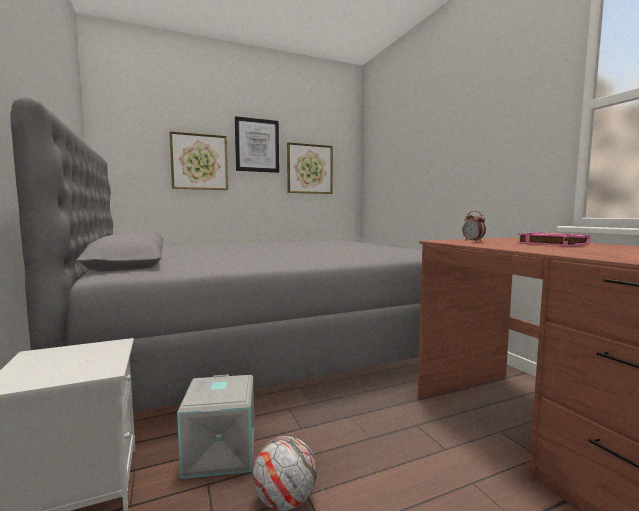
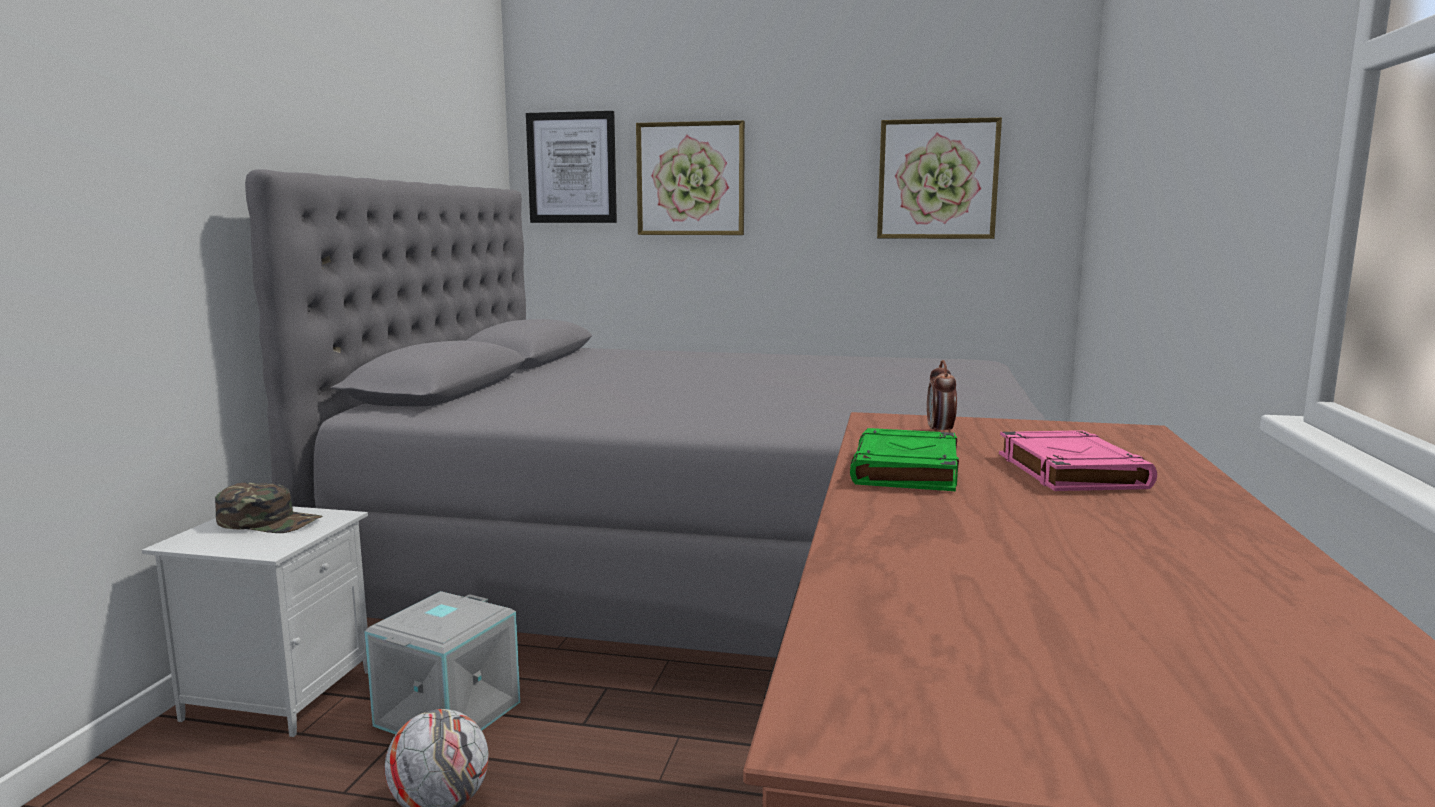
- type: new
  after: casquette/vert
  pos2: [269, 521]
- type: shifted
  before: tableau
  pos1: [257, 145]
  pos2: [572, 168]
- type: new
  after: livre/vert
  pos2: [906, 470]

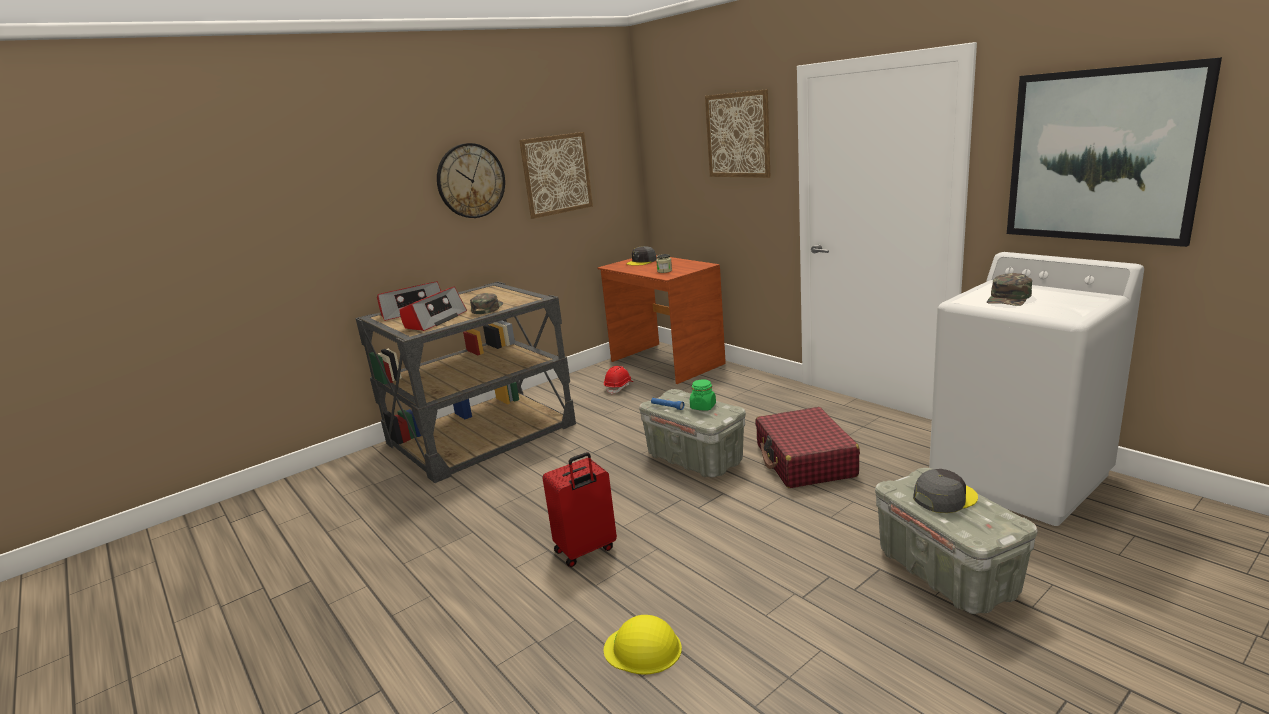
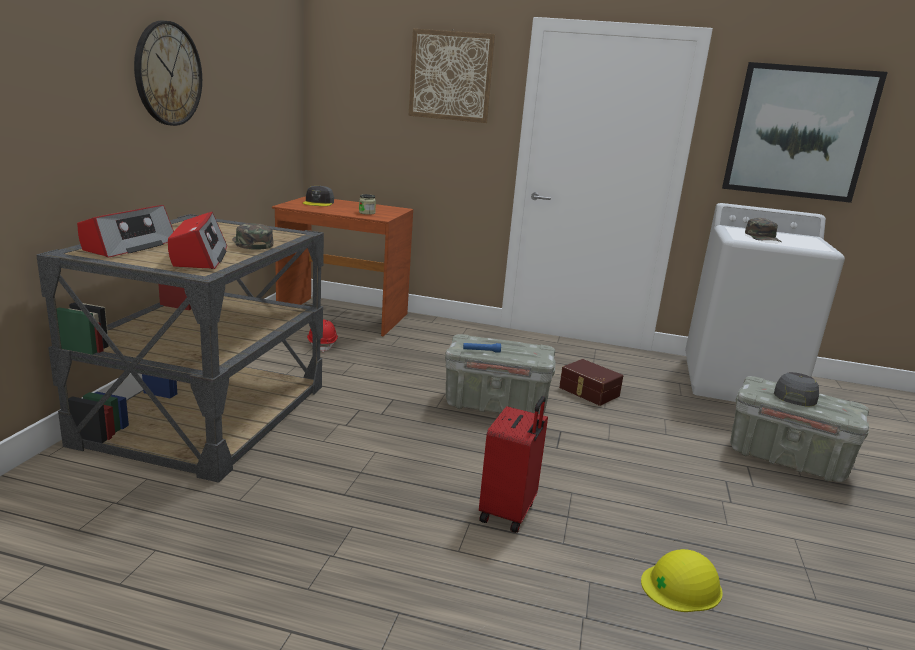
- type: swapped
  before: valise/rouge
  after: boîte de rangement/marron
  pos1: [805, 461]
  pos2: [588, 392]
- type: gone
  before: tableau
  pos1: [556, 173]
- type: gone
  before: bocal/vert
  pos1: [703, 406]

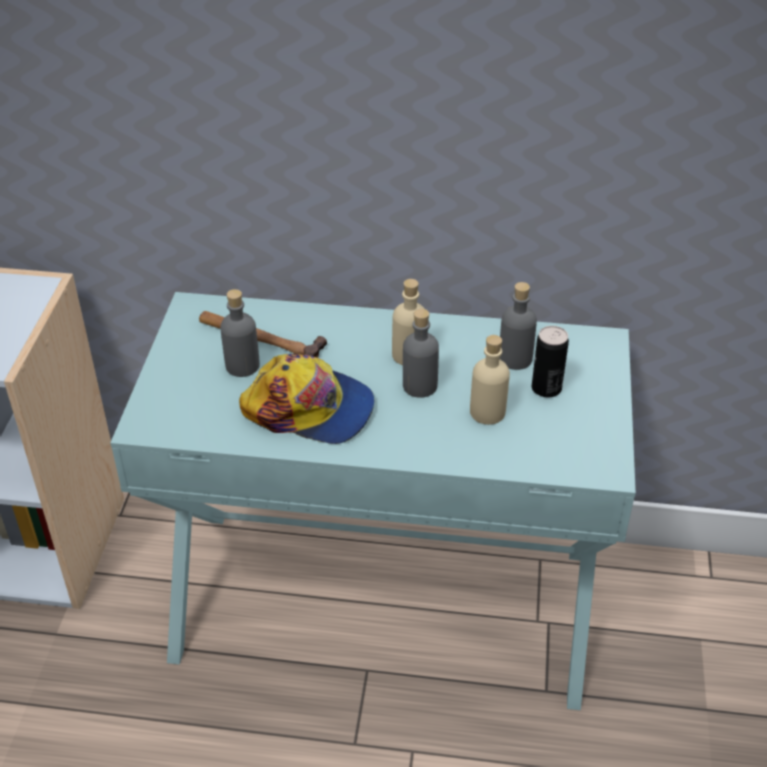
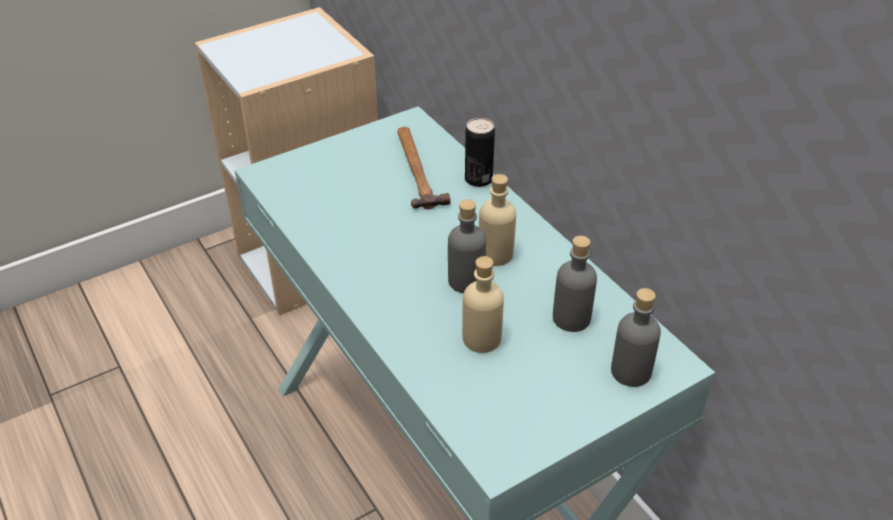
- type: shifted
  before: boîte métallique
  pos1: [546, 388]
  pos2: [478, 179]
- type: shifted
  before: bouteille/gris
  pos1: [242, 365]
  pos2: [630, 371]
- type: gone
  before: casquette
  pos1: [310, 408]

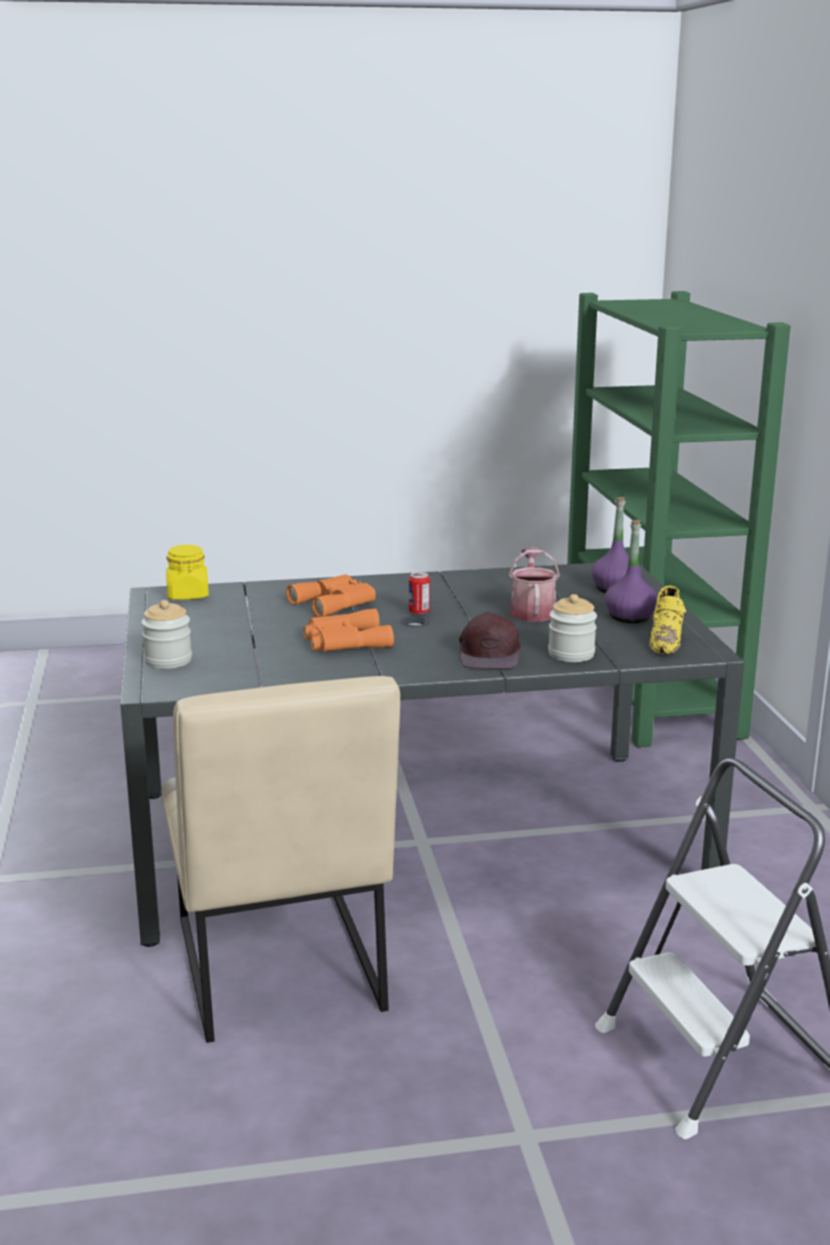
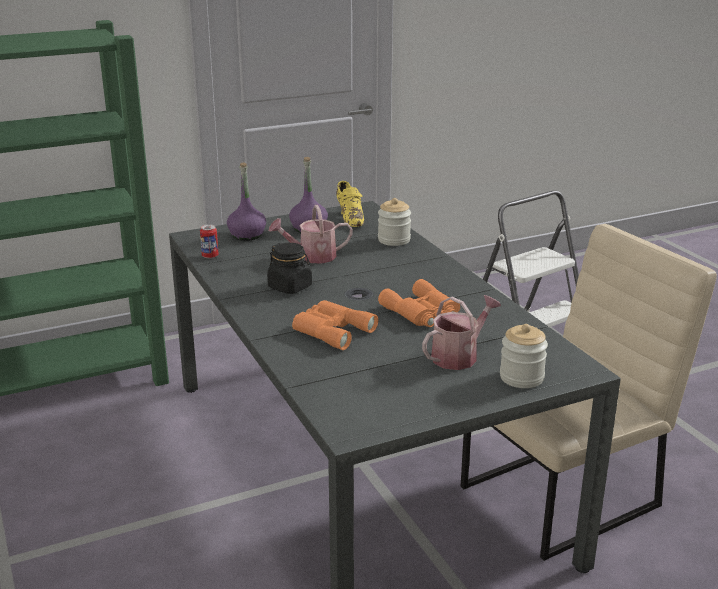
- type: shifted
  before: boîte métallique
  pos1: [419, 612]
  pos2: [210, 256]
- type: new
  after: bocal/noir
  pos2: [290, 287]
- type: rotated
  before: chaussure/jaune
  pos1: [666, 640]
  pos2: [350, 218]
  turn: 75
- type: new
  after: arrosoir
  pos2: [459, 356]
- type: gone
  before: bocal/jaune
  pos1: [188, 595]
- type: gone
  before: casquette/marron
  pos1: [491, 654]

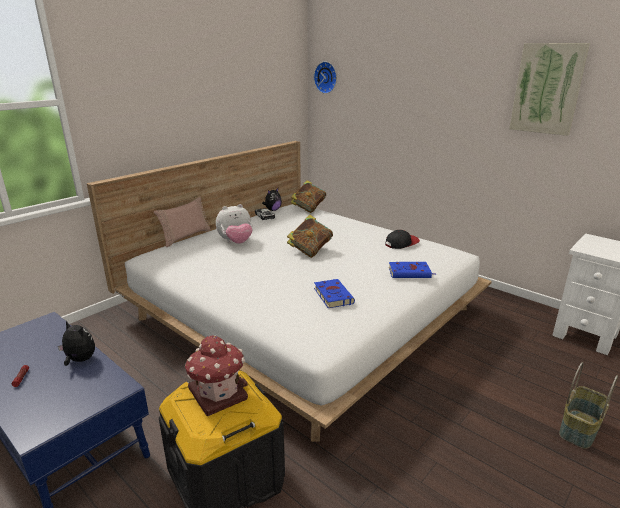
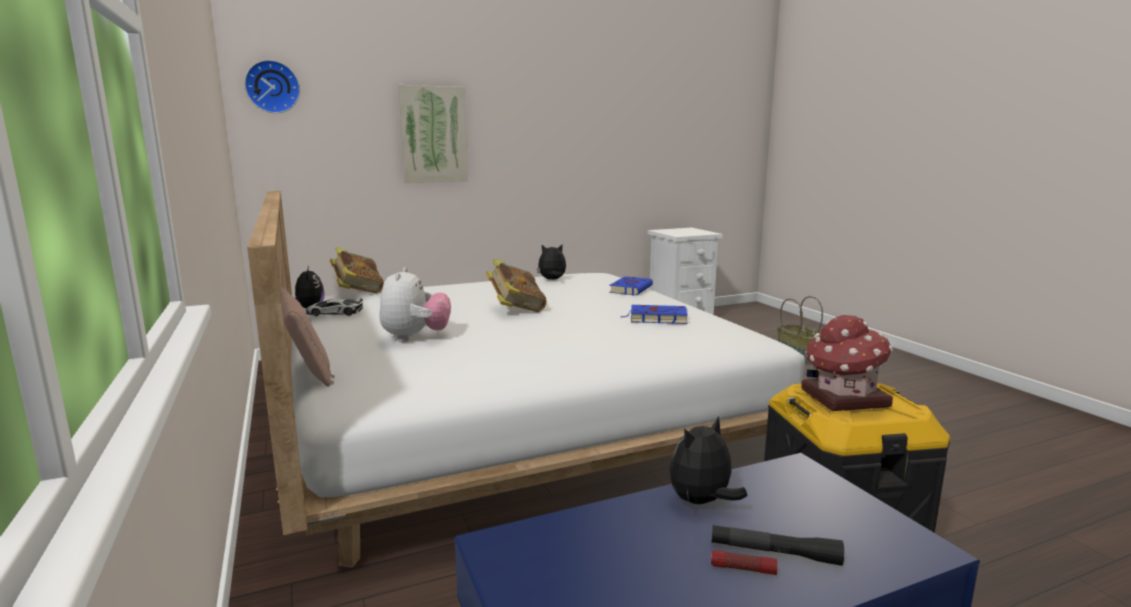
- type: shifted
  before: tableau
  pos1: [547, 89]
  pos2: [433, 134]
- type: swapped
  before: casquette
  after: peluche
  pos1: [402, 243]
  pos2: [552, 280]
- type: new
  after: lampe de poche/noir
  pos2: [774, 553]

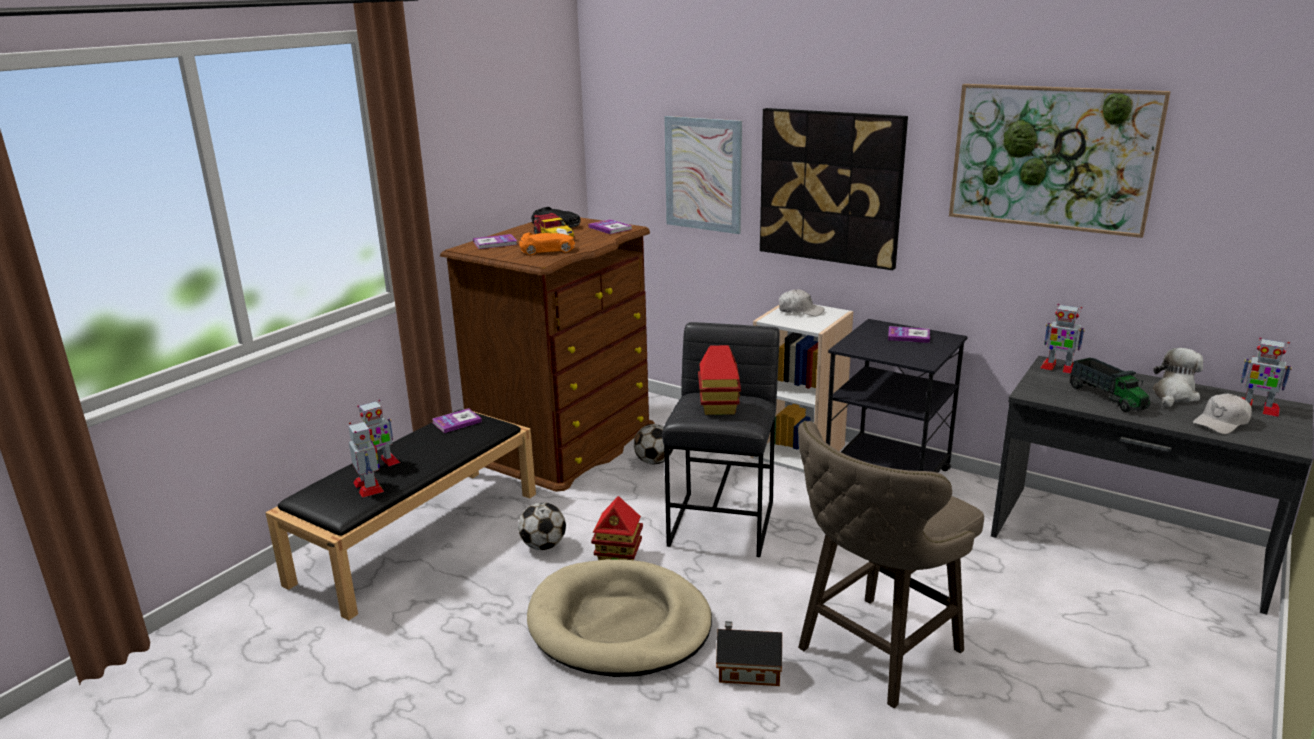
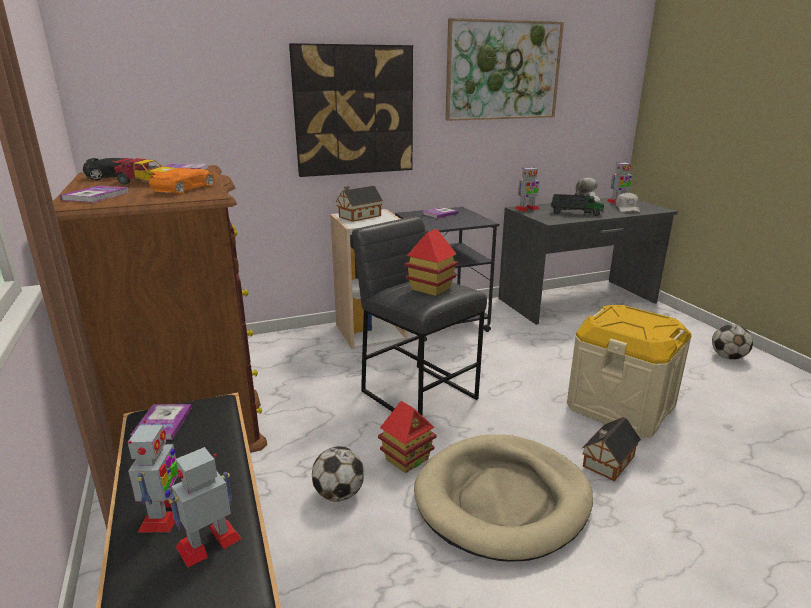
- type: rotated
  before: robot jouet
  pos1: [369, 487]
  pos2: [209, 542]
  turn: -45
- type: swapped
  before: casquette/blanc
  after: maison miniature
  pos1: [800, 311]
  pos2: [358, 216]
- type: swapped
  before: tabouret/beige
  after: boîte de rangement/beige
  pos1: [875, 653]
  pos2: [620, 406]
- type: shifted
  before: ballon de foot
  pos1: [654, 461]
  pos2: [728, 357]
- type: gone
  before: tableau
  pos1: [703, 174]

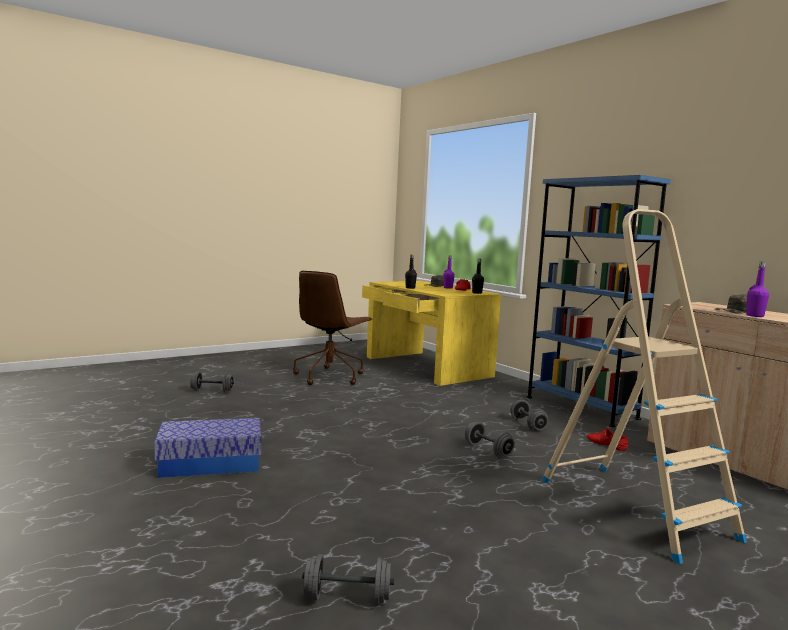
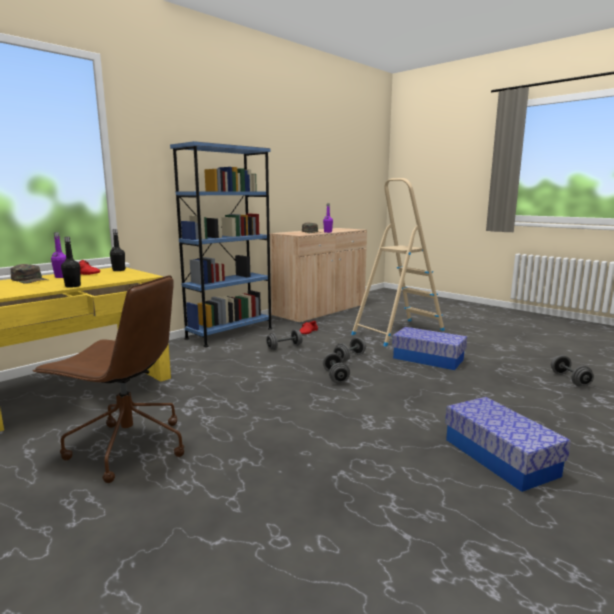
- type: shifted
  before: haltère/gris
  pos1: [212, 391]
  pos2: [335, 377]
- type: new
  after: boîte de rangement
  pos2: [428, 359]

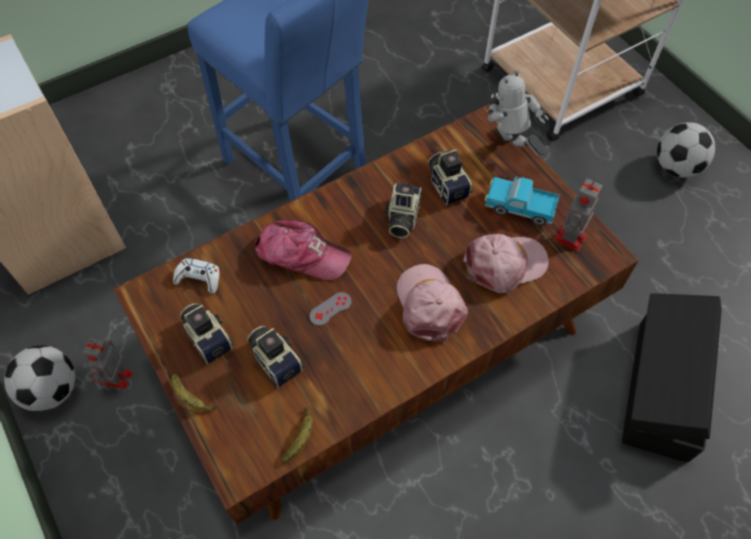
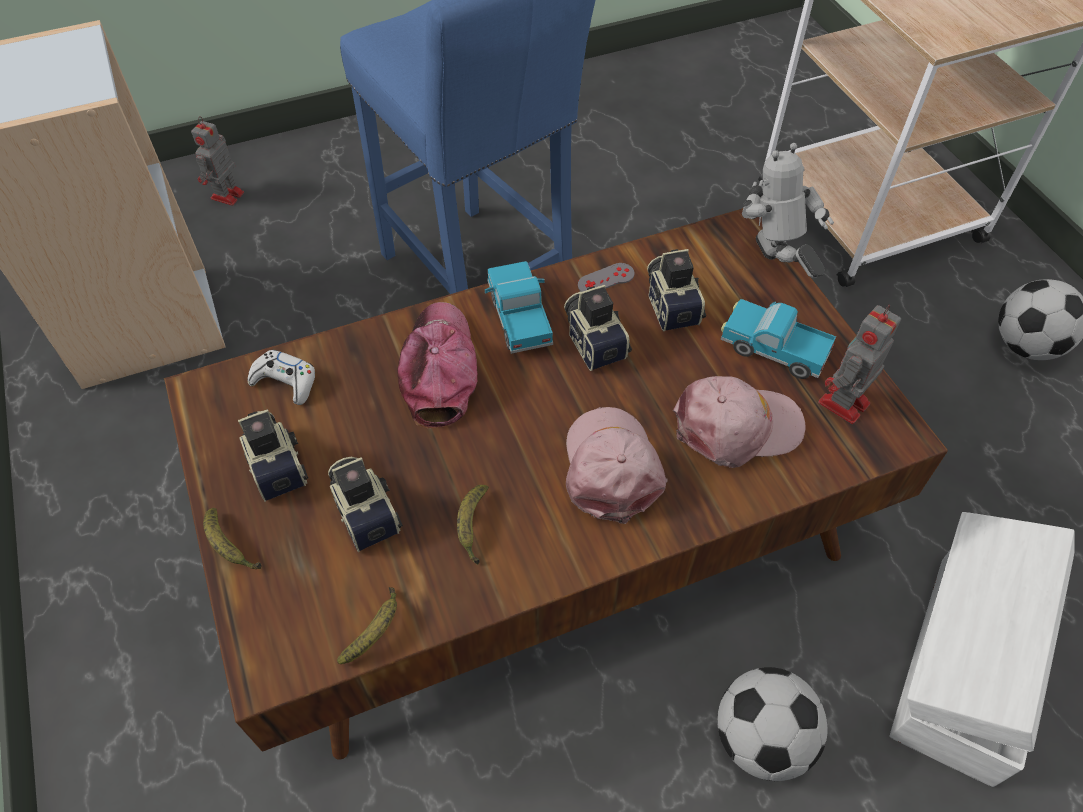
- type: shifted
  before: robot jouet
  pos1: [117, 379]
  pos2: [226, 196]
- type: rotated
  before: casquette
  pos1: [302, 254]
  pos2: [439, 370]
  turn: -120
- type: new
  after: banane
  pos2: [472, 526]
- type: new
  after: camion jouet
  pos2: [519, 318]
- type: rotated
  before: appareil photo
  pos1: [401, 218]
  pos2: [594, 341]
  turn: 135
- type: shifted
  before: manette/gris
  pos1: [330, 309]
  pos2: [606, 279]
- type: shifted
  before: ballon de foot
  pos1: [52, 390]
  pos2: [760, 738]
- type: repainted
  before: boîte de rangement/noir
  after: boîte de rangement/blanc
  pos1: [659, 390]
  pos2: [961, 665]

